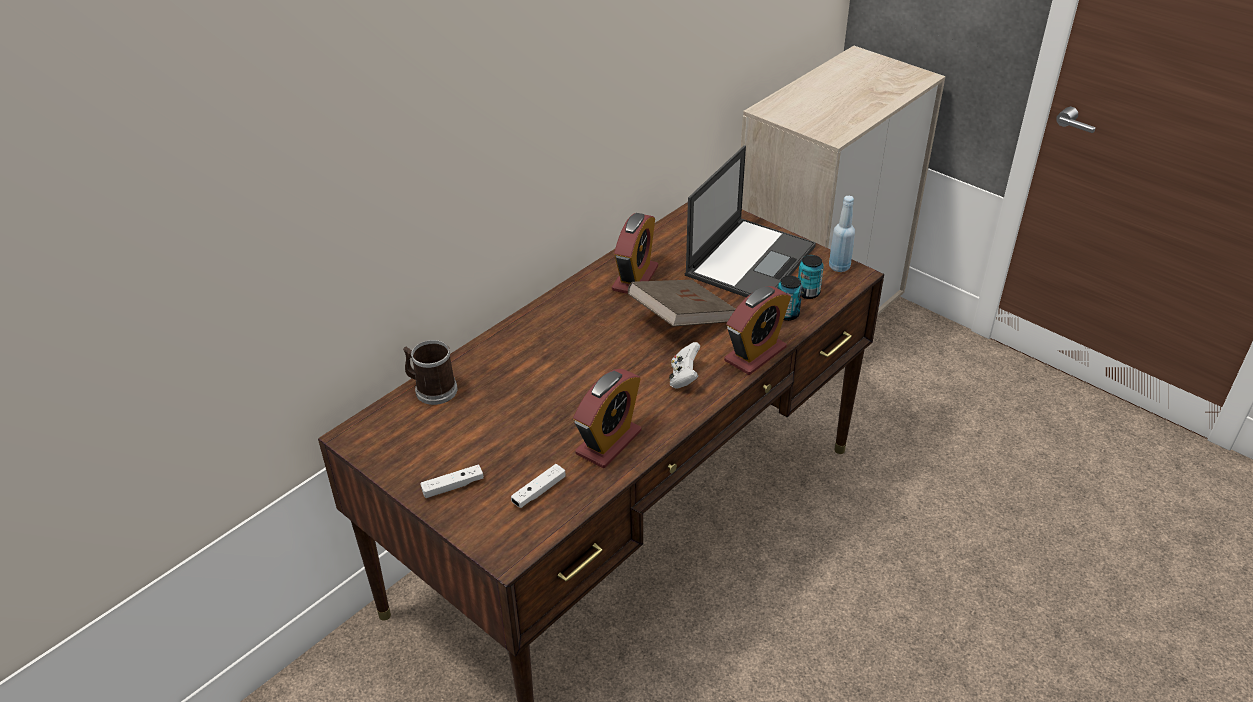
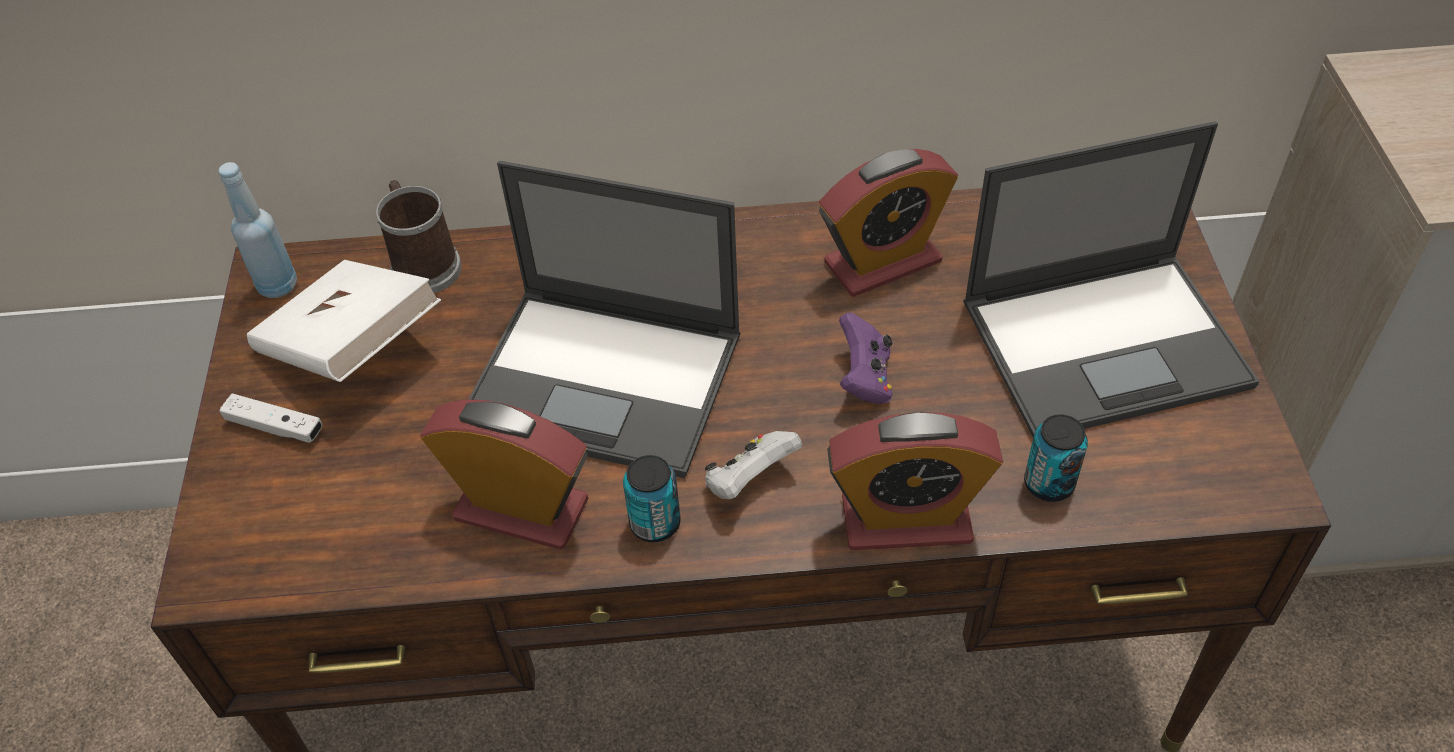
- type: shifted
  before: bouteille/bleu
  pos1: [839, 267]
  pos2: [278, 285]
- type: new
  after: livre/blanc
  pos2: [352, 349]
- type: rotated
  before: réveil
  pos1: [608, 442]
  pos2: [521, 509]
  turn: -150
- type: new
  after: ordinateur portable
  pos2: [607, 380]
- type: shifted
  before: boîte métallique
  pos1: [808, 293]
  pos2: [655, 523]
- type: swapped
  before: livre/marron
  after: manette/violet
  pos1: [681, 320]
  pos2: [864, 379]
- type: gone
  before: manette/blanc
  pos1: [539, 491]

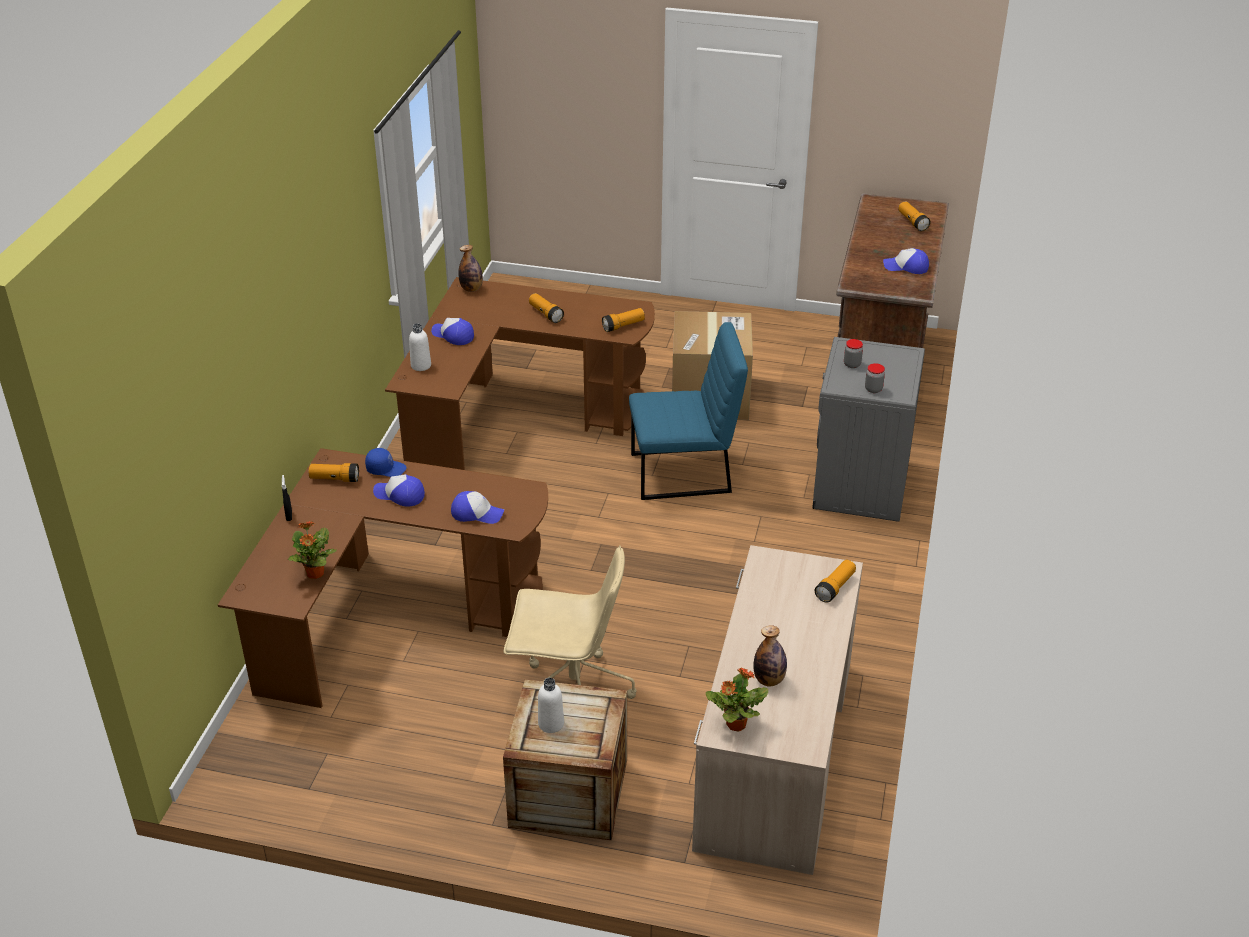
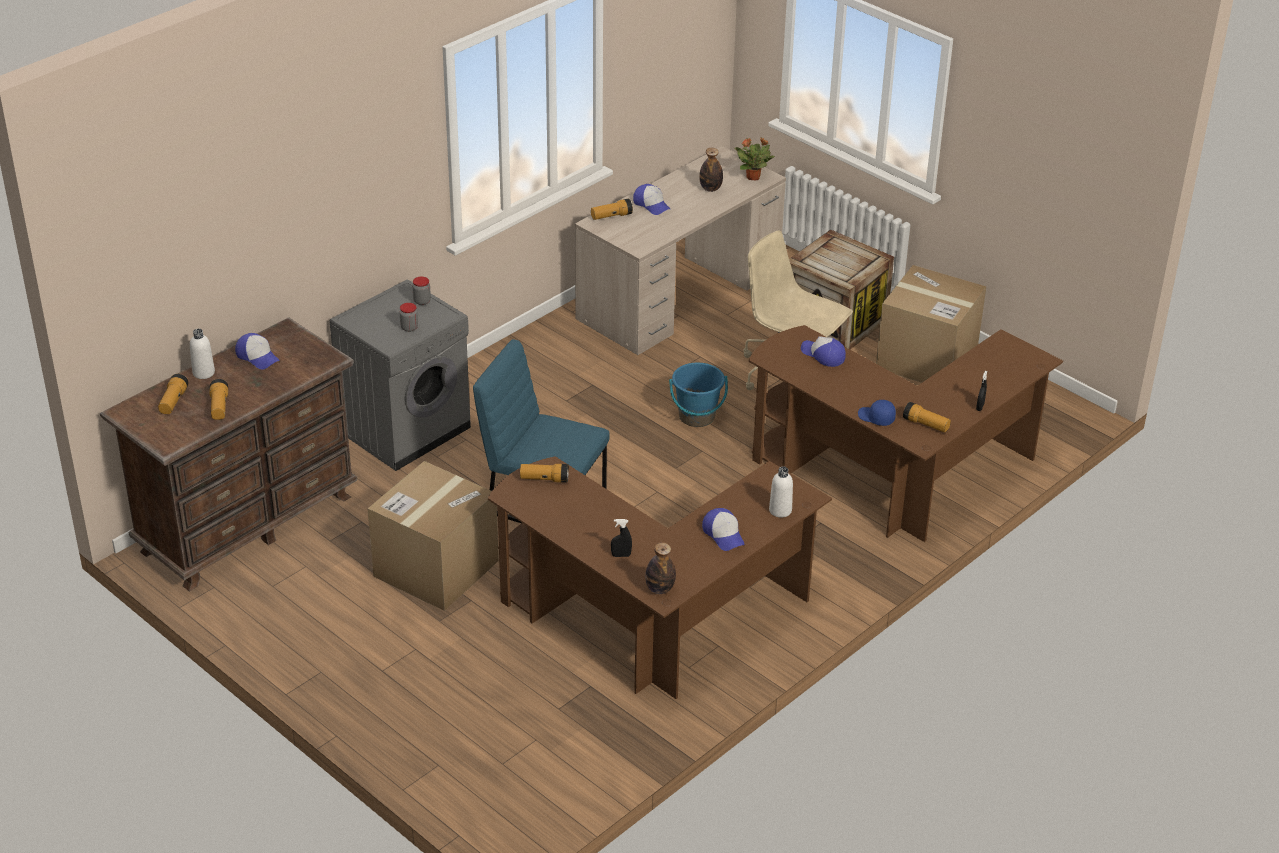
- type: shifted
  before: bouteille/blanc
  pos1: [551, 724]
  pos2: [203, 373]
- type: shifted
  before: lampe de poche
  pos1: [545, 314]
  pos2: [219, 407]
- type: new
  after: vaporisateur/noir
  pos2: [621, 555]
- type: shifted
  before: casquette
  pos1: [399, 495]
  pos2: [651, 204]
- type: new
  after: seau/bleu
  pos2: [697, 417]
- type: new
  after: carton
  pos2: [926, 359]
- type: gone
  before: plante en pot
  pos1: [315, 574]

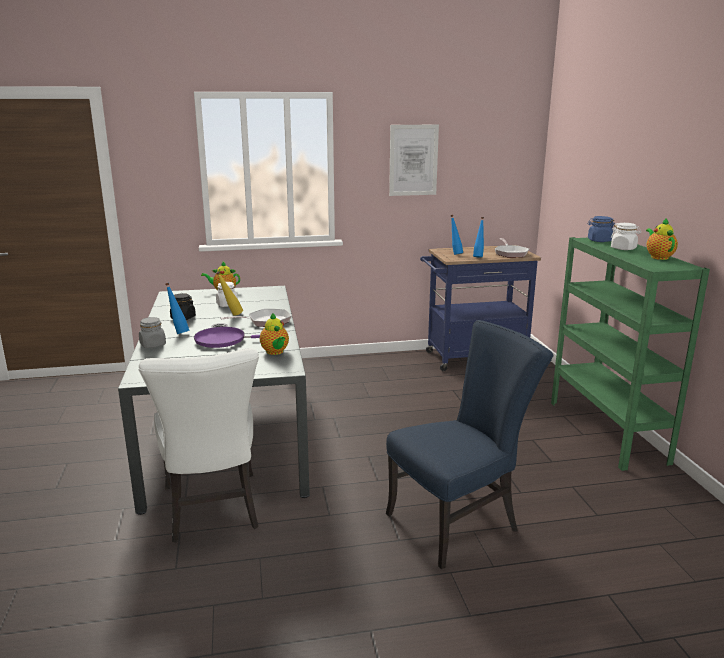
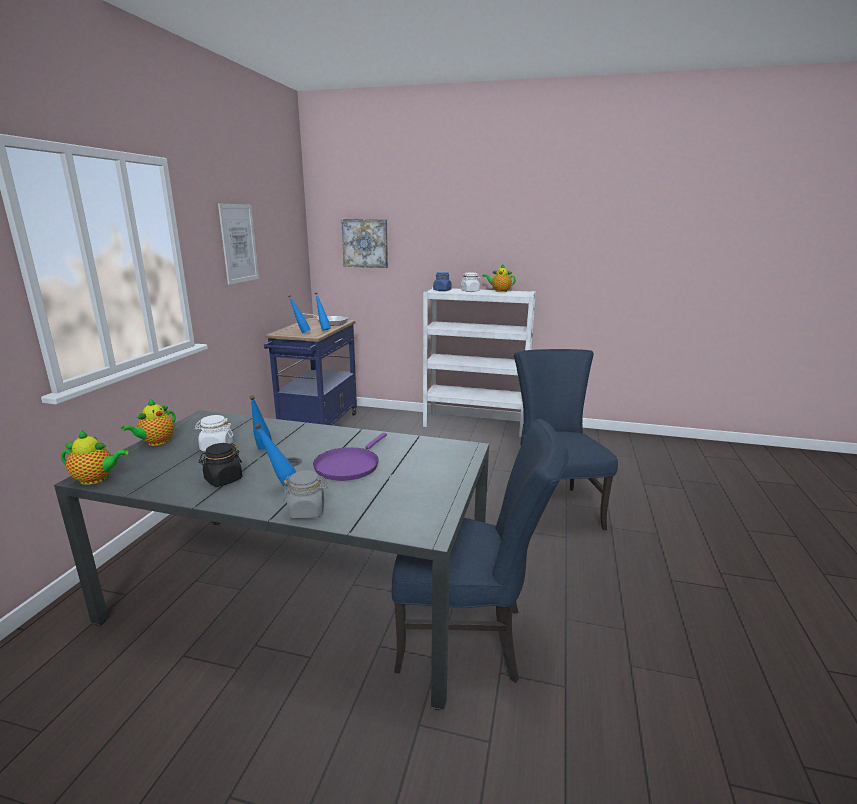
- type: shifted
  before: théière
  pos1: [275, 352]
  pos2: [96, 479]
- type: repainted
  before: bouteille/jaune
  after: bouteille/bleu
  pos1: [231, 315]
  pos2: [262, 450]
- type: new
  after: tableau
  pos2: [365, 243]
- type: repainted
  before: chaise/blanc
  after: chaise/bleu
  pos1: [213, 510]
  pos2: [470, 637]
- type: repainted
  before: bibliothèque/vert
  after: bibliothèque/blanc
  pos1: [606, 431]
  pos2: [475, 424]
- type: gone
  before: poêle
  pos1: [265, 322]

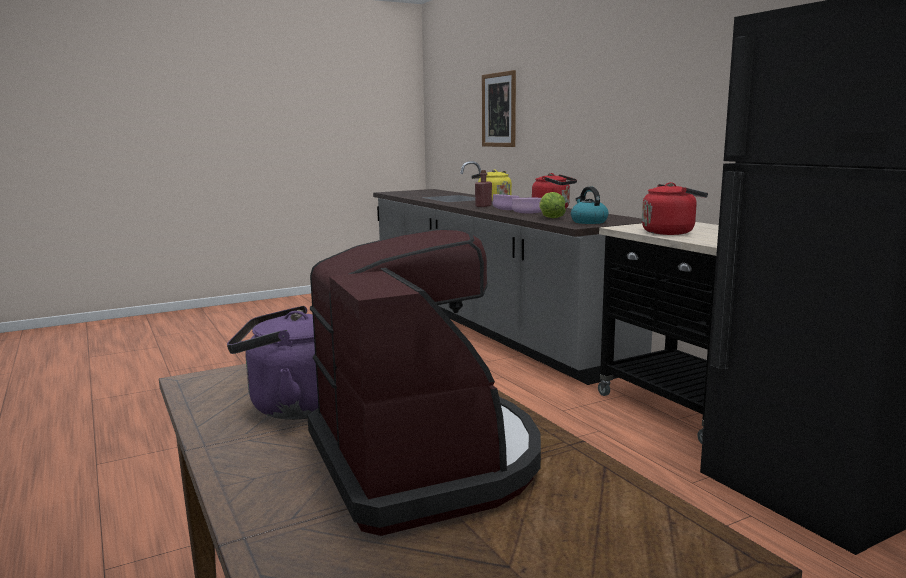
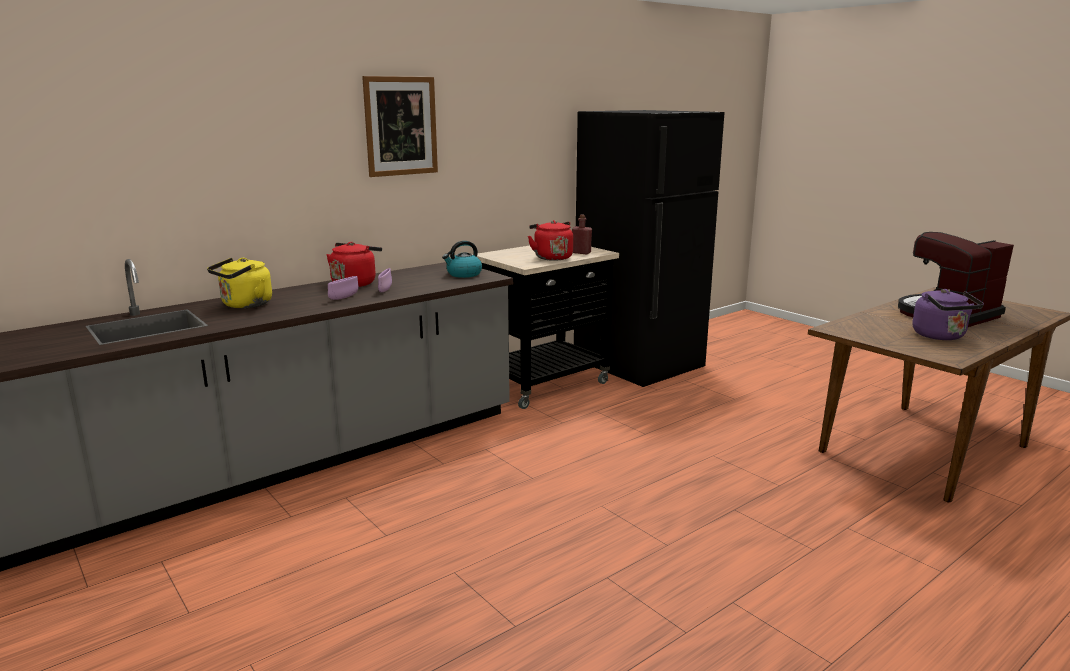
- type: shifted
  before: tableau
  pos1: [499, 110]
  pos2: [401, 126]
- type: shifted
  before: bouteille/rouge
  pos1: [483, 206]
  pos2: [581, 253]
- type: gone
  before: laitue
  pos1: [550, 218]

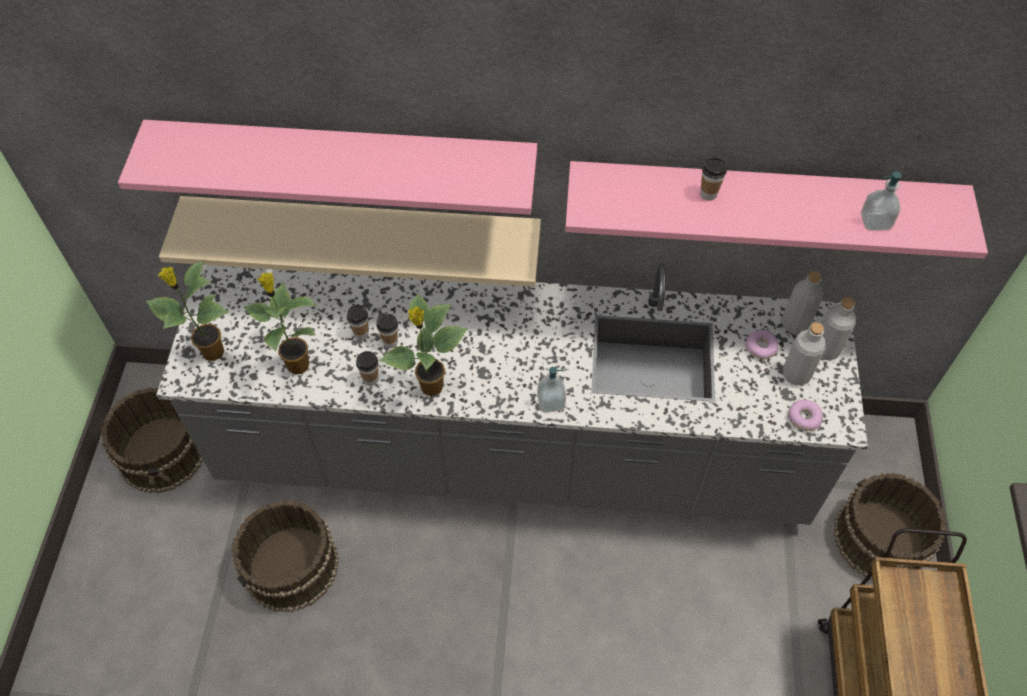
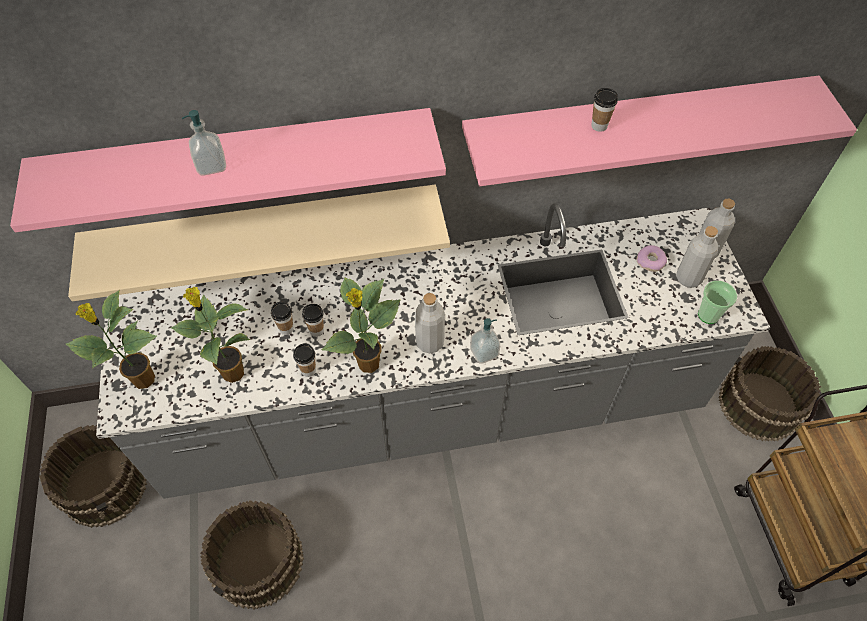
- type: shifted
  before: distributeur de savon
  pos1: [875, 222]
  pos2: [211, 166]
- type: shifted
  before: bouteille/gris
  pos1: [795, 324]
  pos2: [430, 342]
- type: swapped
  before: beignet
  after: tasse
  pos1: [803, 418]
  pos2: [708, 315]

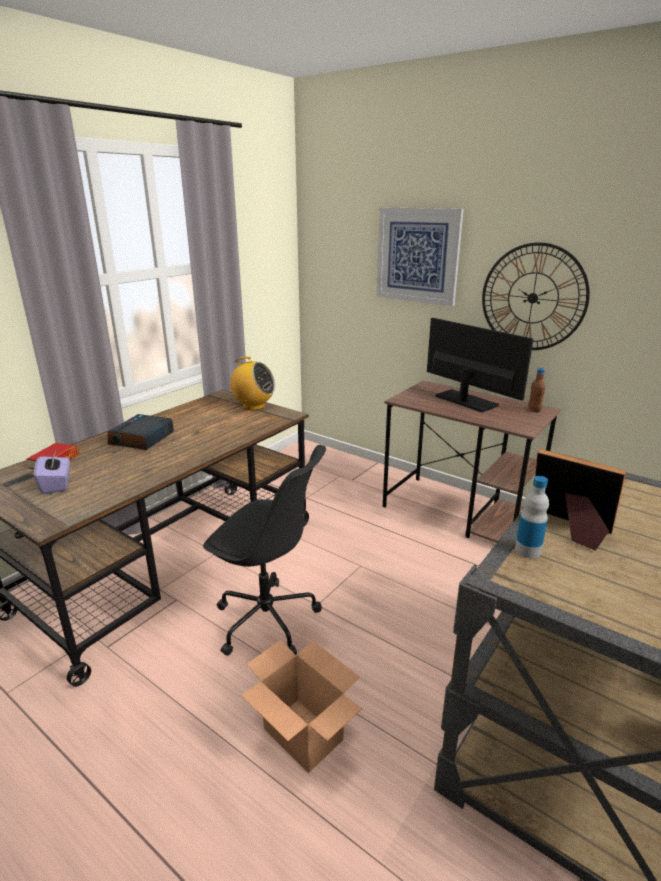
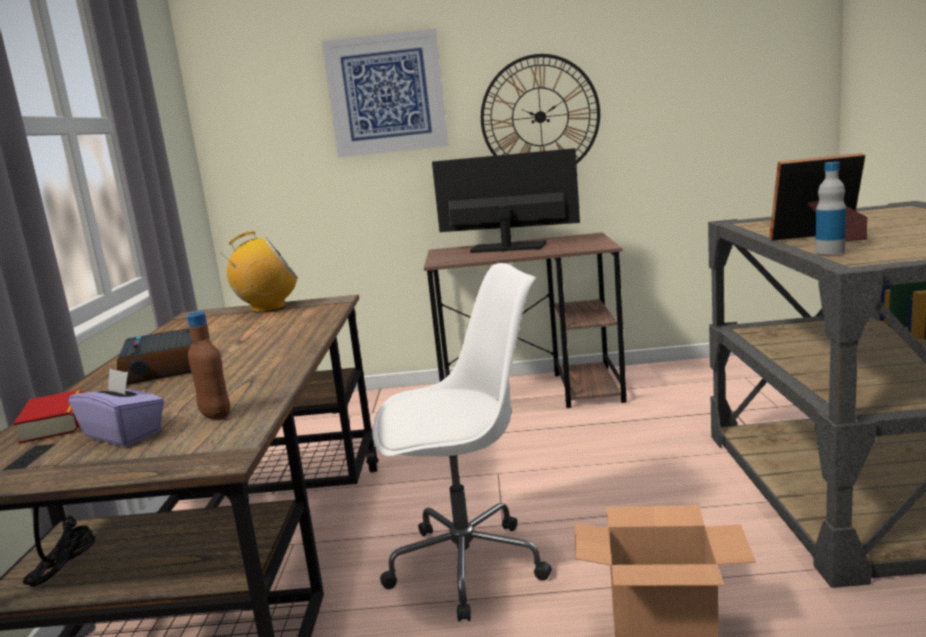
- type: shifted
  before: bouteille/marron
  pos1: [534, 410]
  pos2: [215, 415]
- type: repainted
  before: chaise de bureau/noir
  after: chaise de bureau/blanc
  pos1: [269, 621]
  pos2: [470, 566]

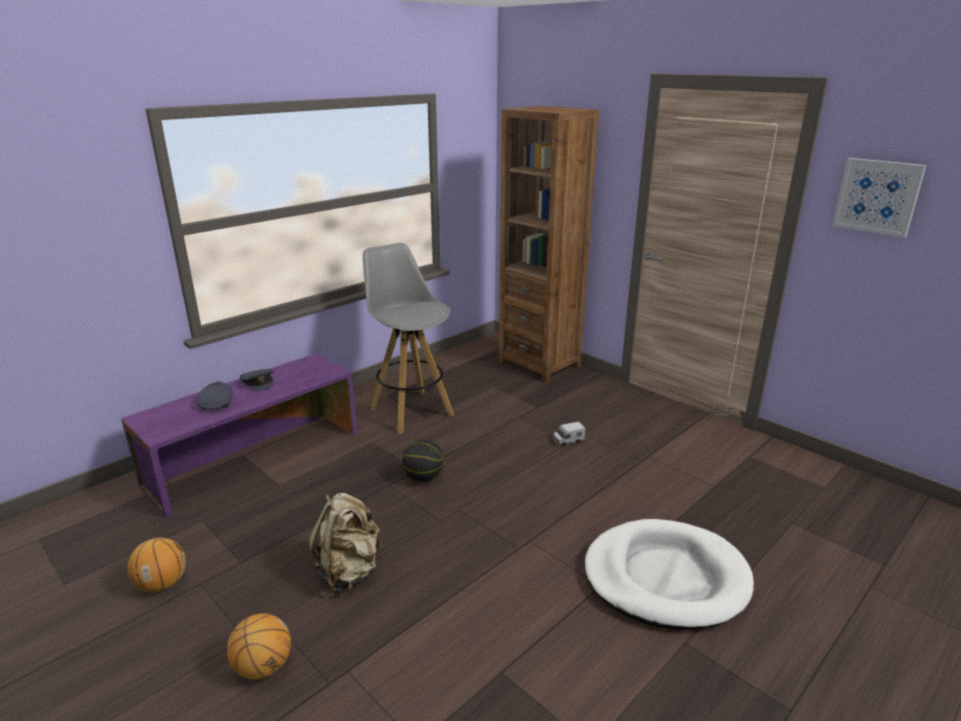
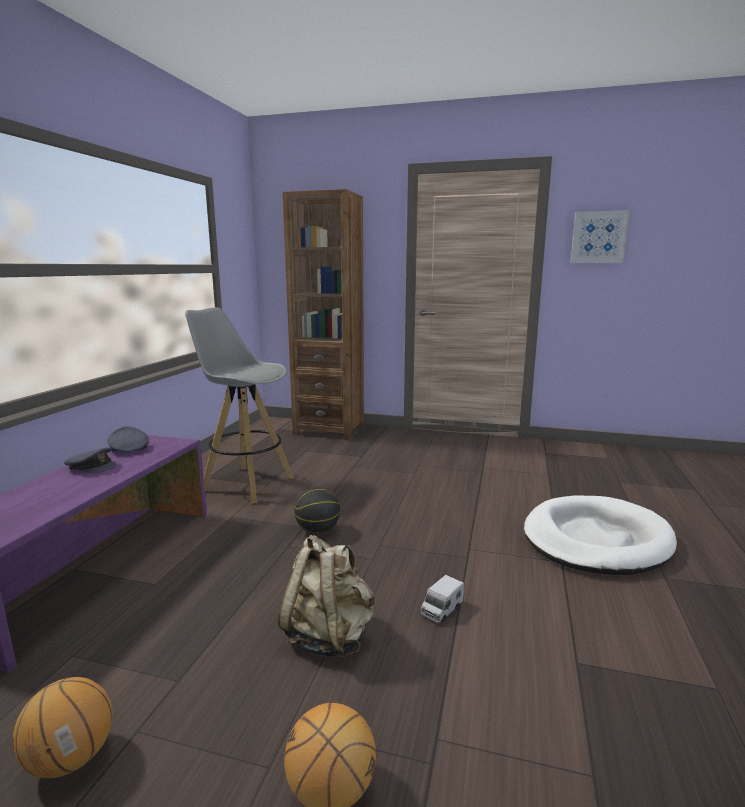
- type: shifted
  before: casquette/gris
  pos1: [216, 404]
  pos2: [129, 449]
- type: shifted
  before: camion jouet
  pos1: [568, 440]
  pos2: [441, 609]

